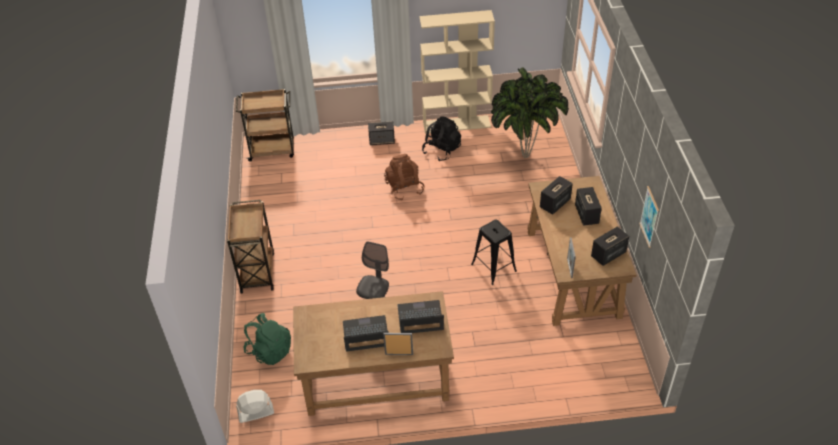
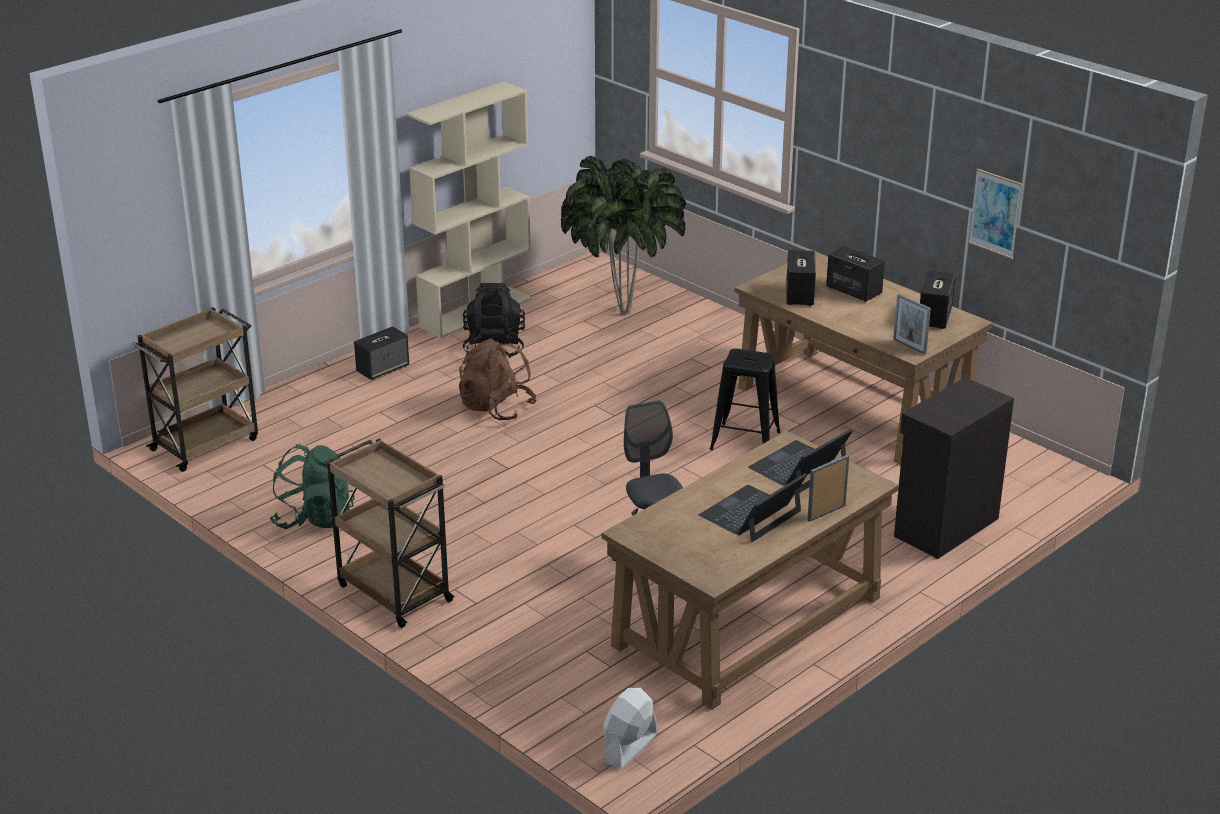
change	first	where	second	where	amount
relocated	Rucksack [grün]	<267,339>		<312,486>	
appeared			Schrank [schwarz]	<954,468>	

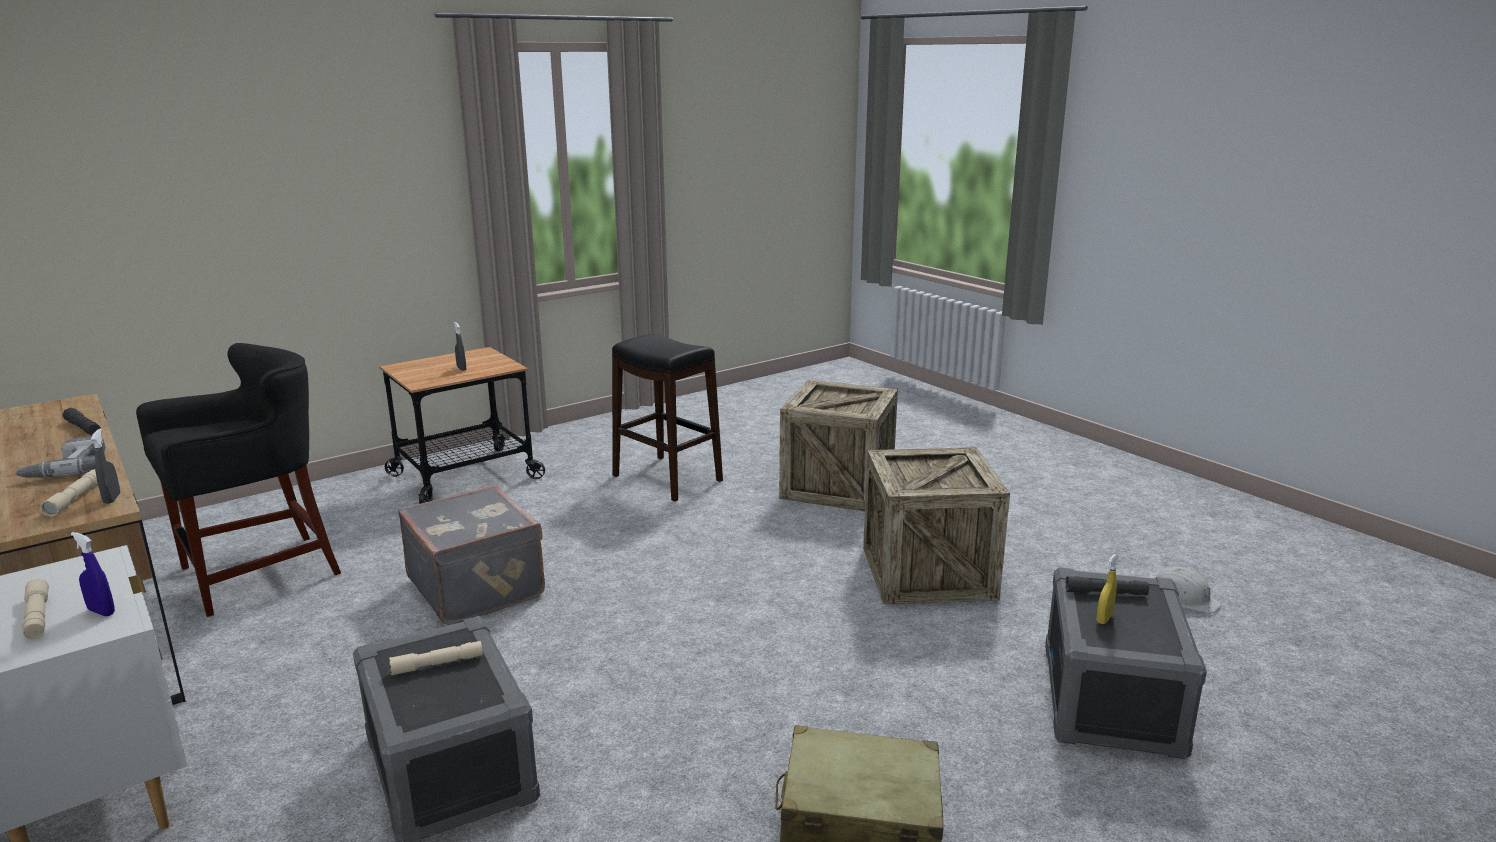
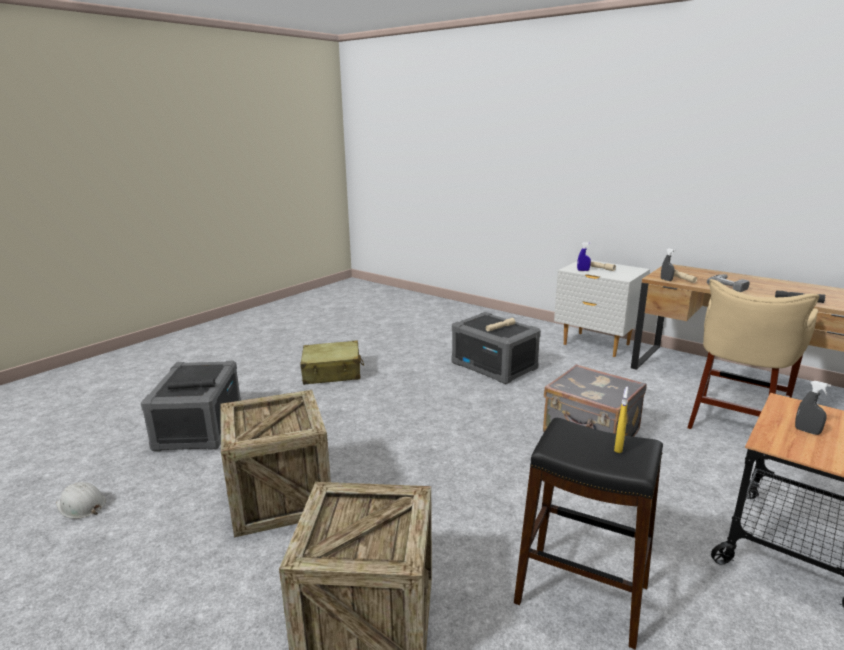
change	first	where	second	where	amount
colour	Hocker [schwarz]	<238,480>	Hocker [beige]	<753,354>	
relocated	Sprühflasche [gelb]	<1107,589>		<621,420>	

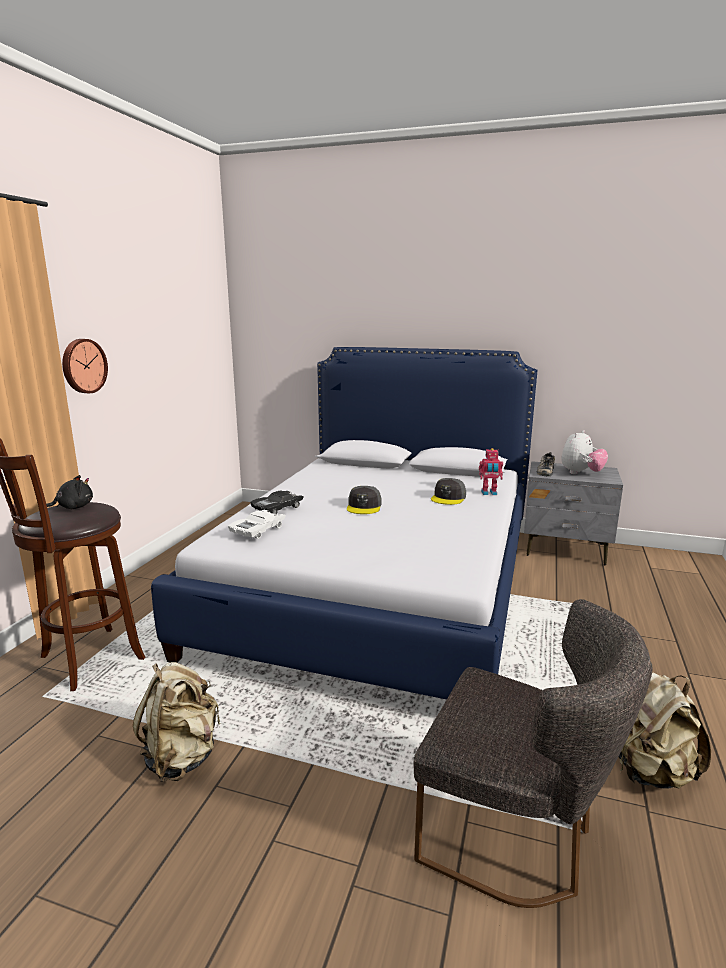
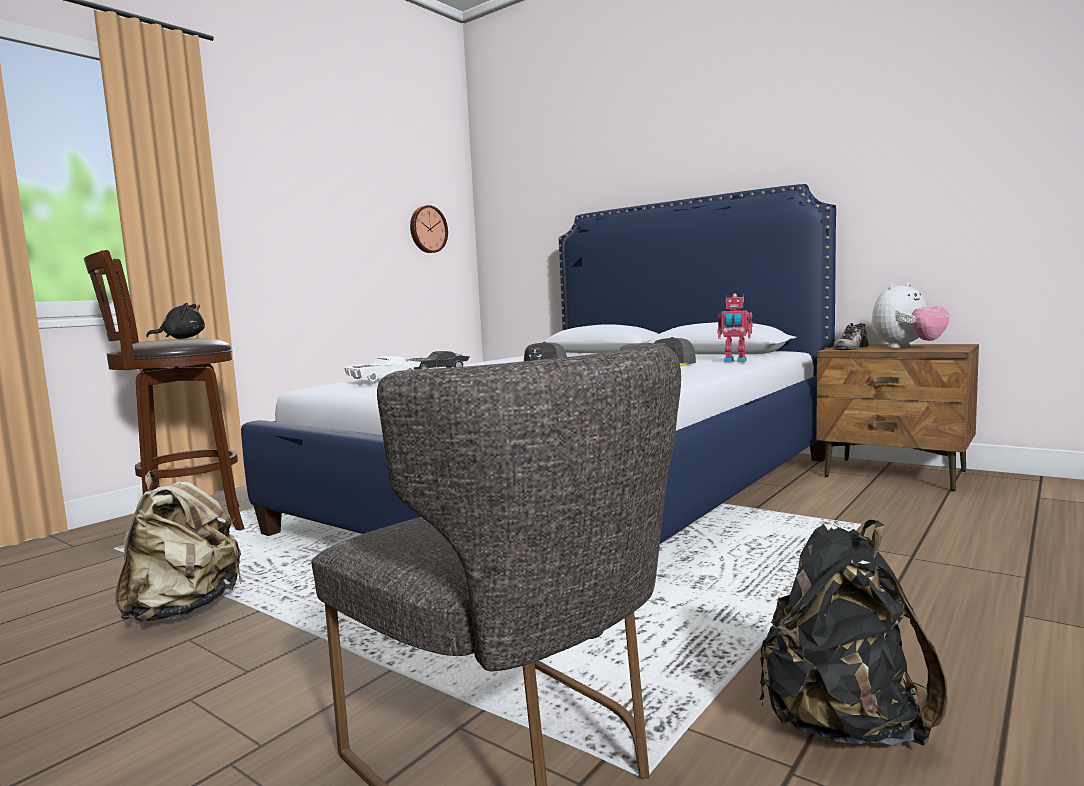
change	first	where	second	where	amount
relocated	Wanduhr	<85,366>		<429,229>	
colour	Nachttisch [grau]	<573,513>	Nachttisch [braun]	<897,417>	
colour	Rucksack [beige]	<665,731>	Rucksack [schwarz]	<853,633>	

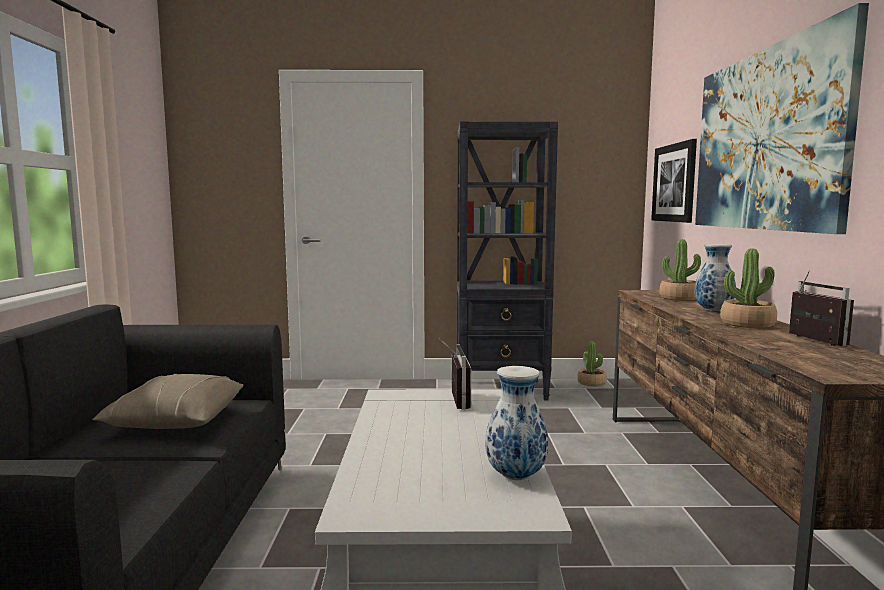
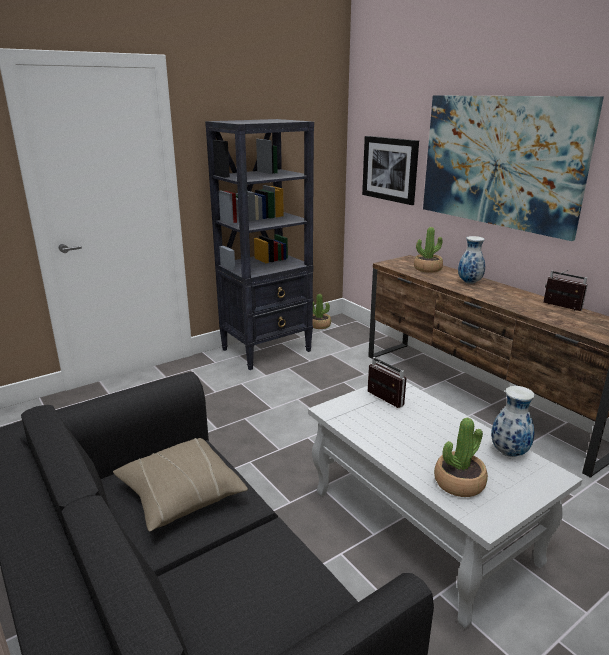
change	first	where	second	where	amount
relocated	Topfpflanze	<748,288>		<461,457>	

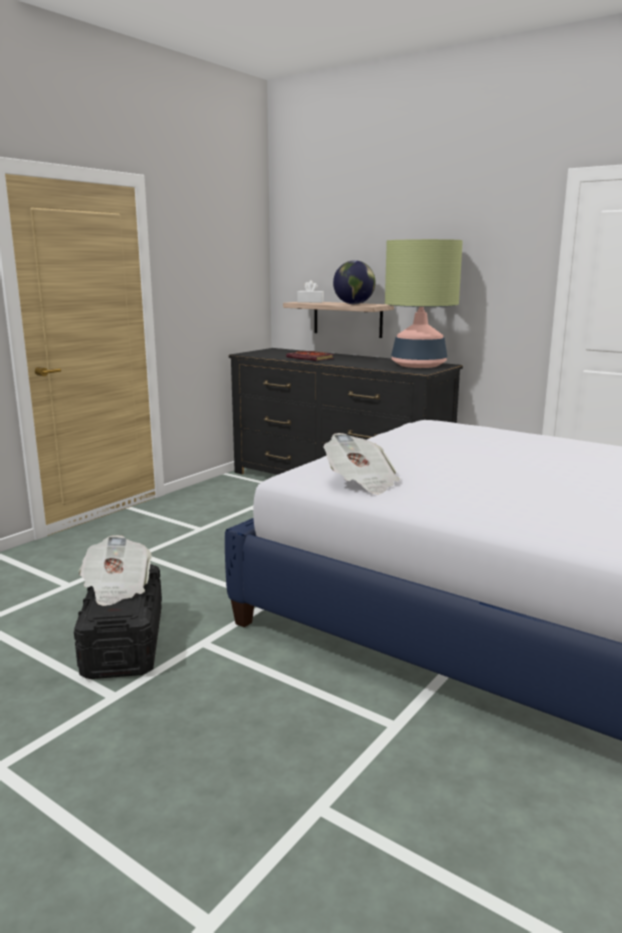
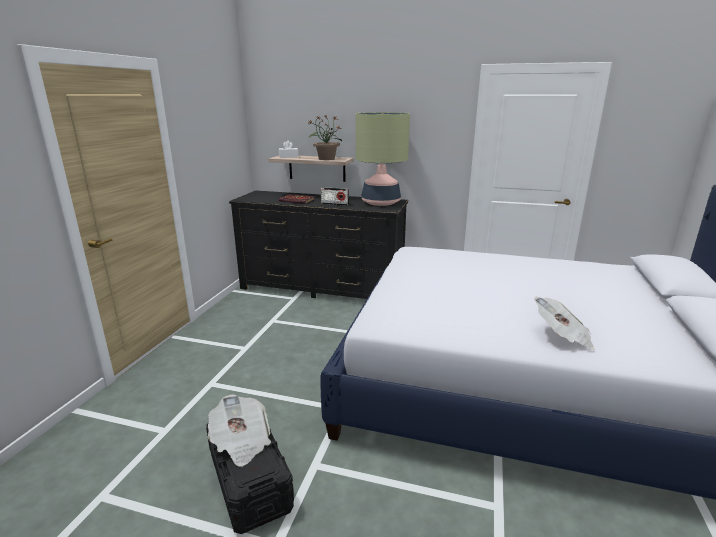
change	first	where	second	where	amount
exchanged	Globus	<354,282>	Topfpflanze	<325,138>	
relocated	Zeitung	<362,464>		<564,323>	
appeared			Radio	<335,196>	

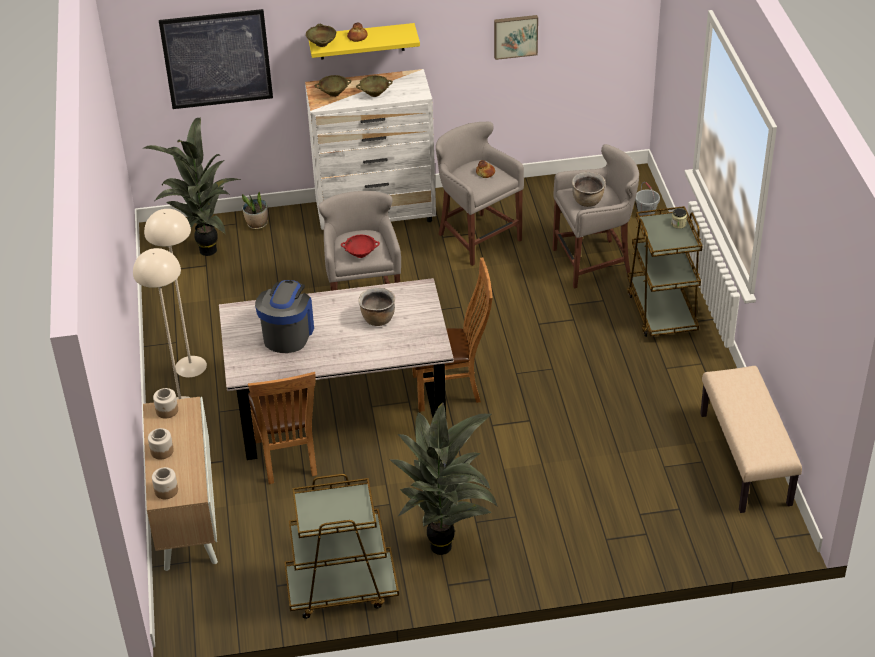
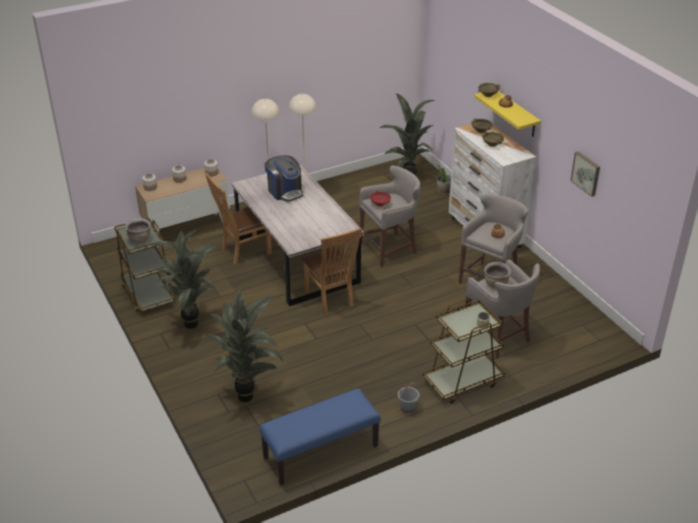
change	first	where	second	where	amount
missing	Bild	<216,59>			
relocated	Eimer [grau]	<647,199>		<408,398>	
spun	Kaffeemaschine	<284,316>		<284,178>	60 degrees clockwise
relocated	Kochtopf [braun]	<376,307>		<138,231>	
colour	Bank [beige]	<751,439>	Bank [blau]	<320,436>	
appeared			Topfpflanze	<244,345>	

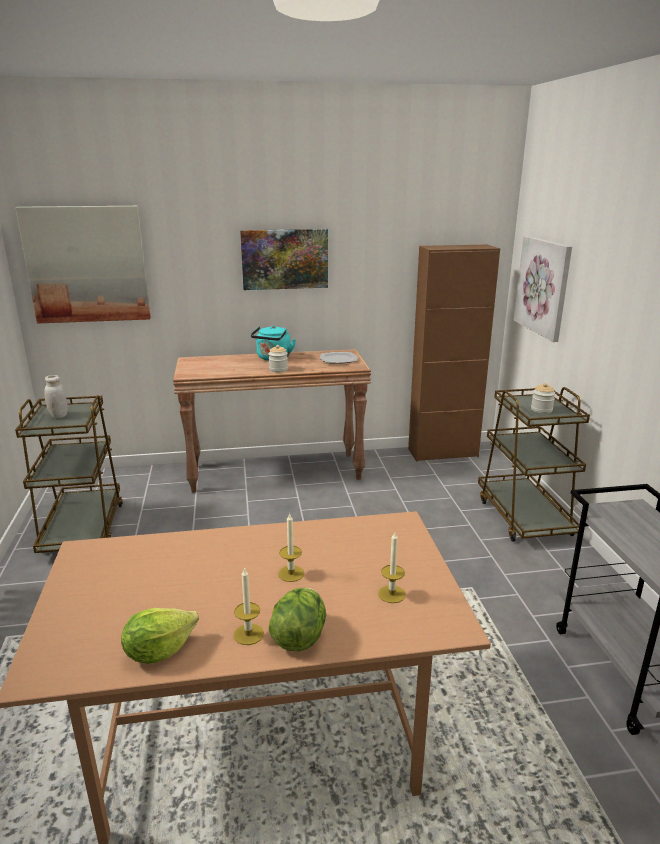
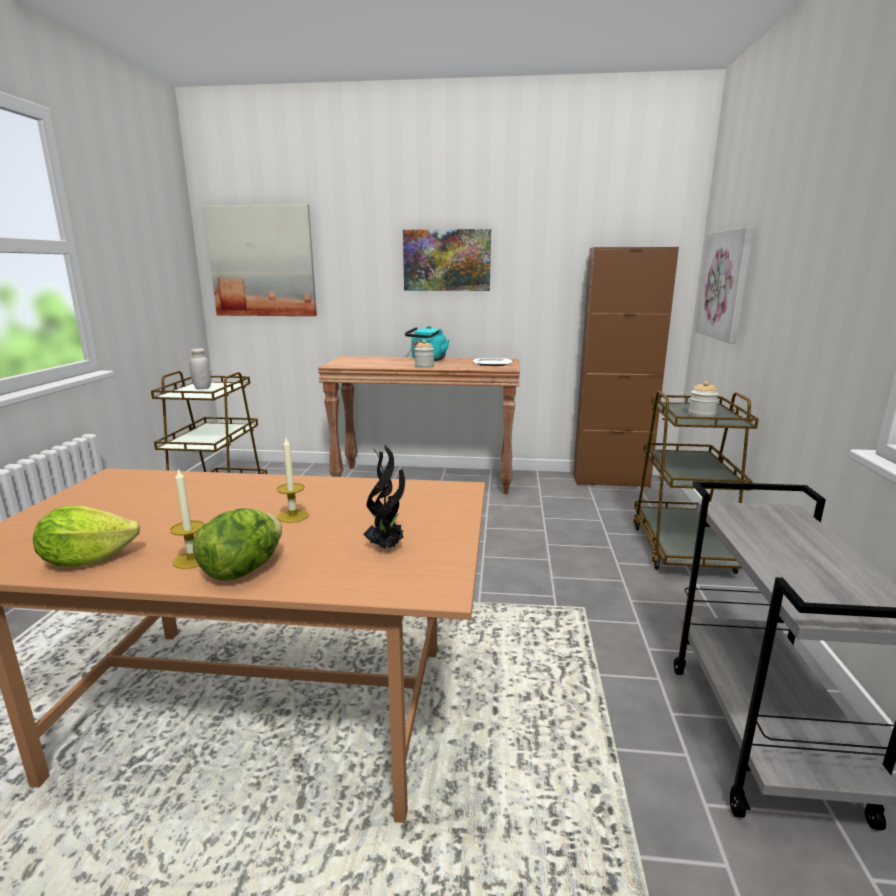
change	first	where	second	where	amount
exchanged	Kerze	<392,567>	Topfpflanze	<385,497>	

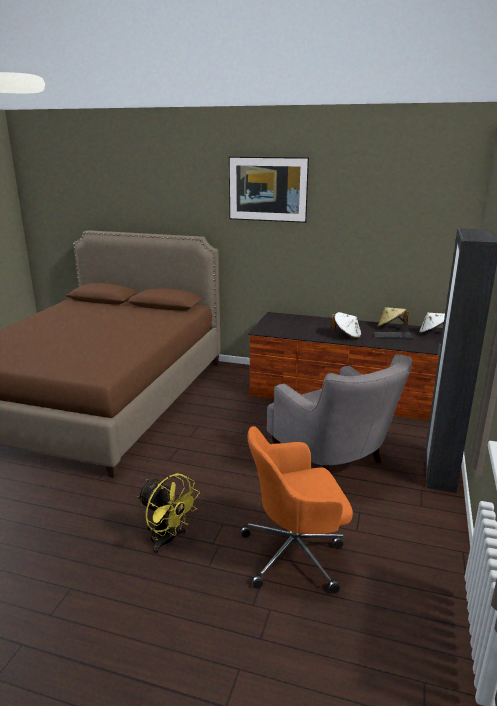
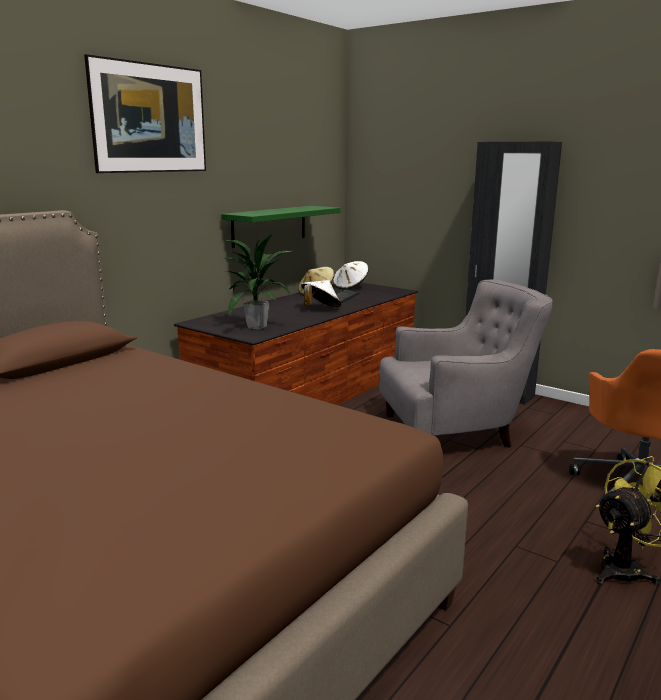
change	first	where	second	where	amount
appeared			Wandregal [grün]	<281,227>	
appeared			Topfpflanze	<255,281>	

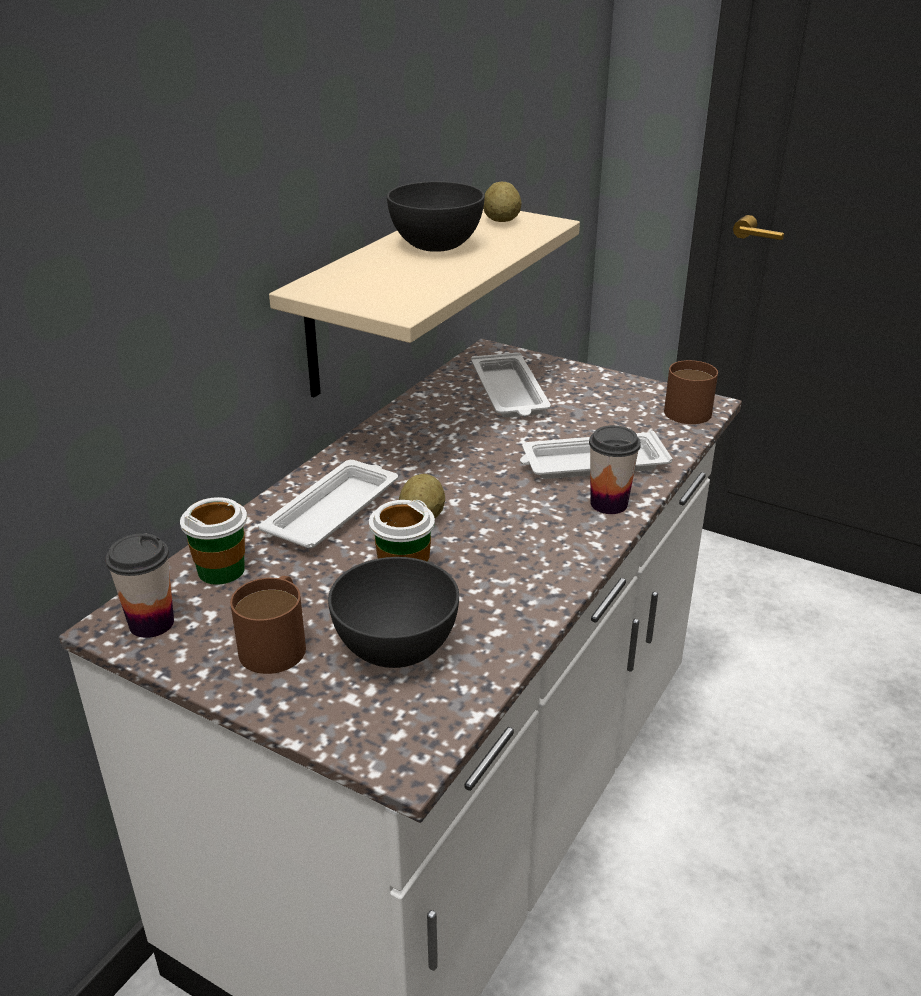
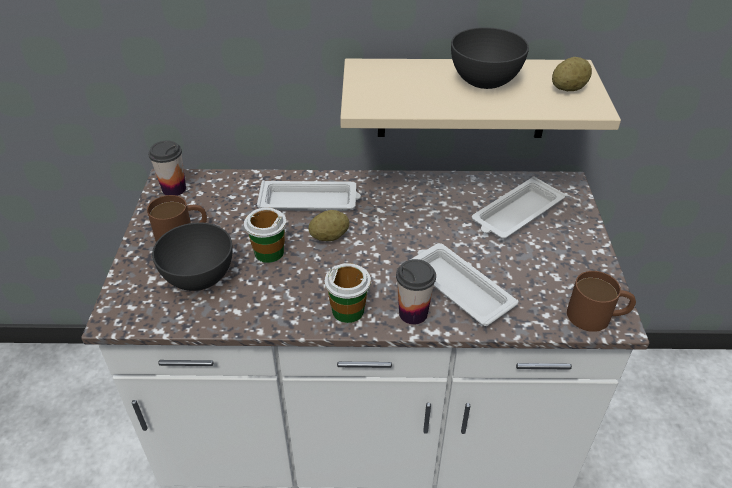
change	first	where	second	where	amount
relocated	Tasse	<213,541>		<348,293>	

